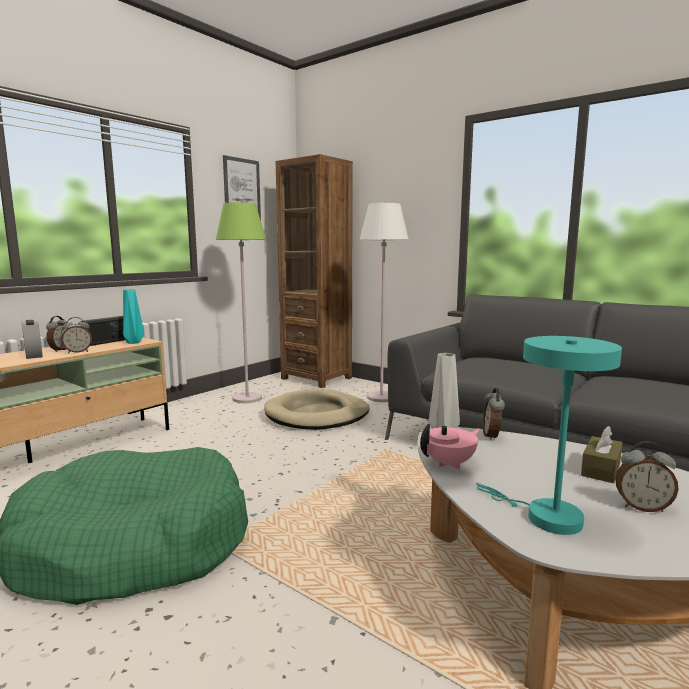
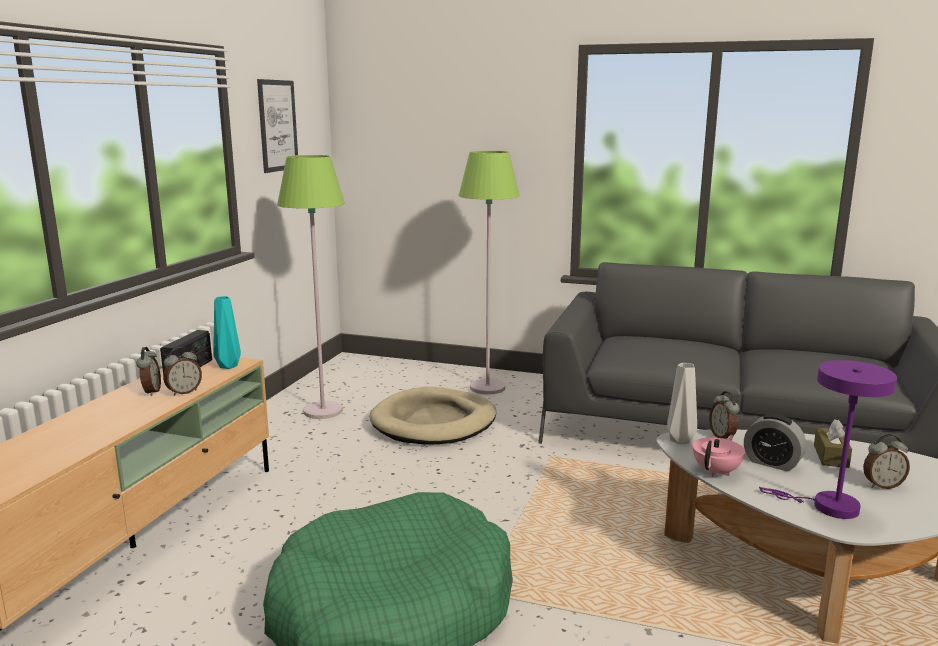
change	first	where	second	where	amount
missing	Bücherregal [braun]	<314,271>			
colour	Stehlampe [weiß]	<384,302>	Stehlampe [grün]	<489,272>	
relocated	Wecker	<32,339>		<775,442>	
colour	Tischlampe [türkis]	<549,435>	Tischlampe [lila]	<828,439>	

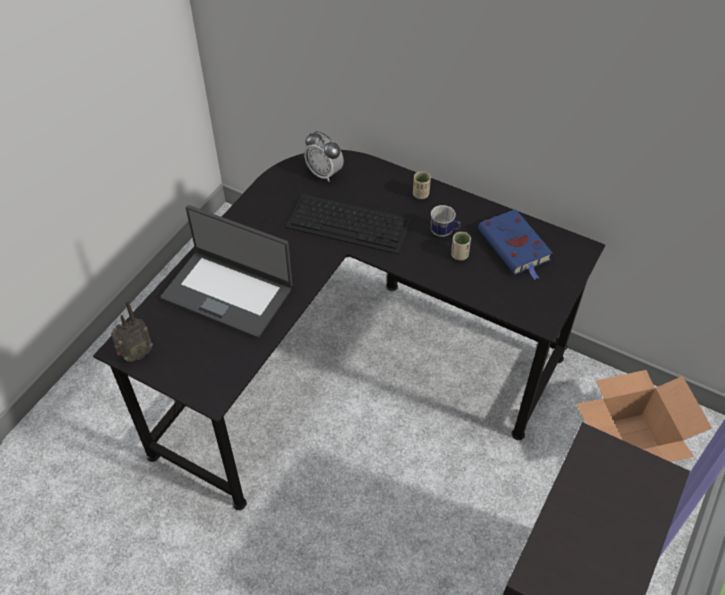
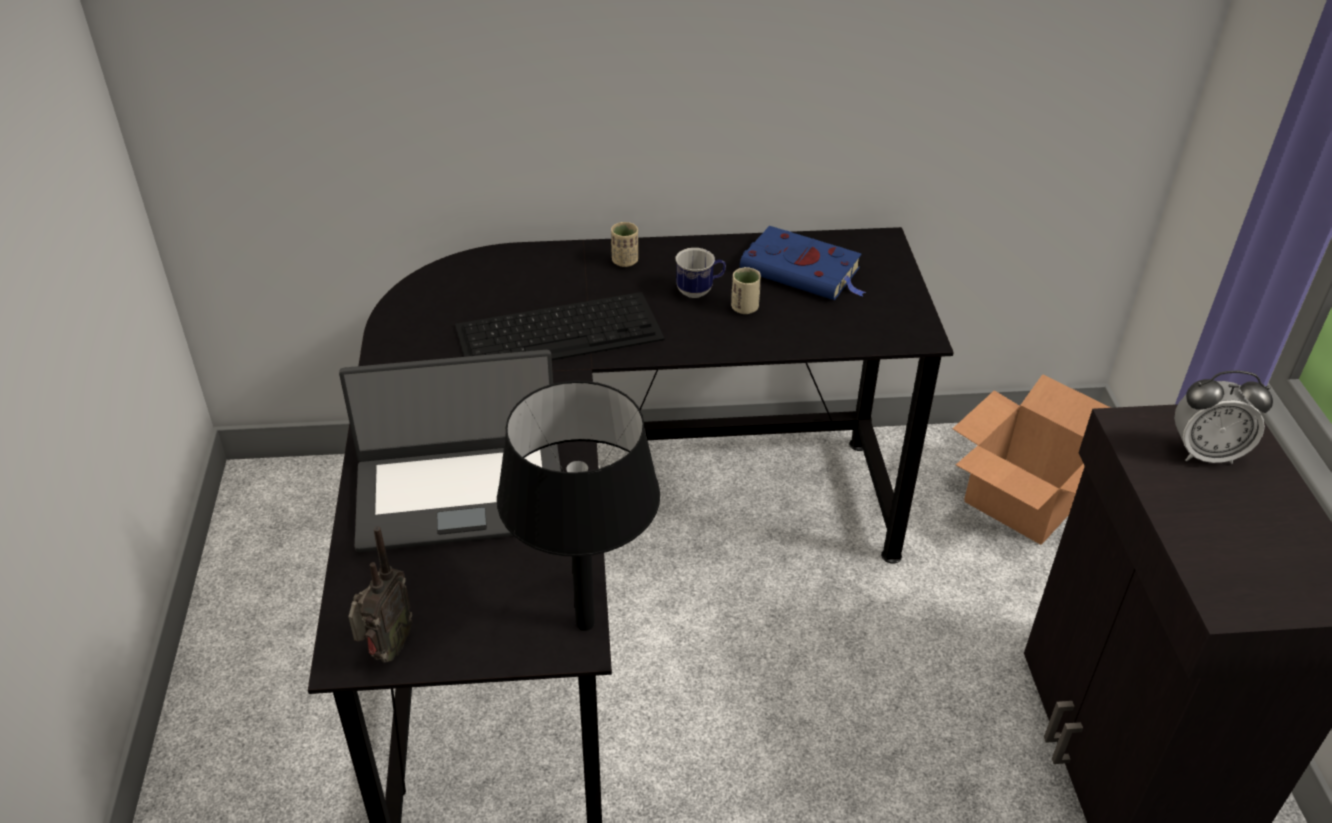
change	first	where	second	where	amount
relocated	Wecker	<324,156>		<1223,417>	
appeared			Tischlampe [schwarz]	<578,506>	

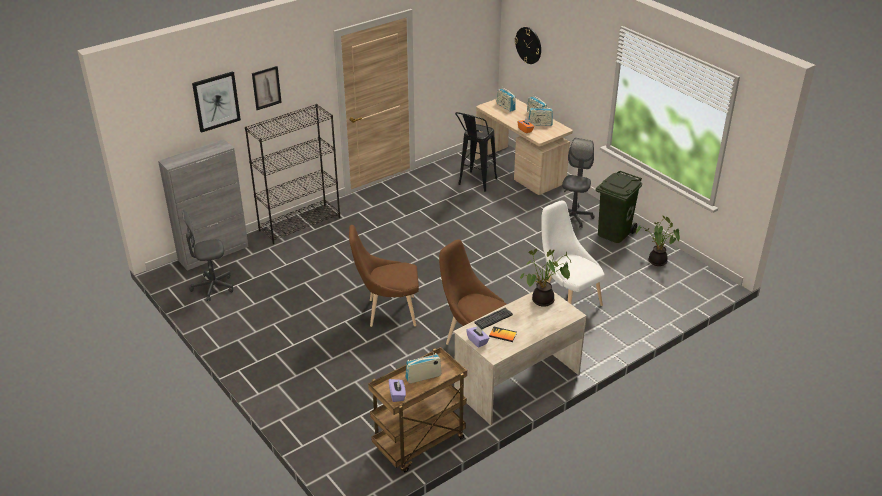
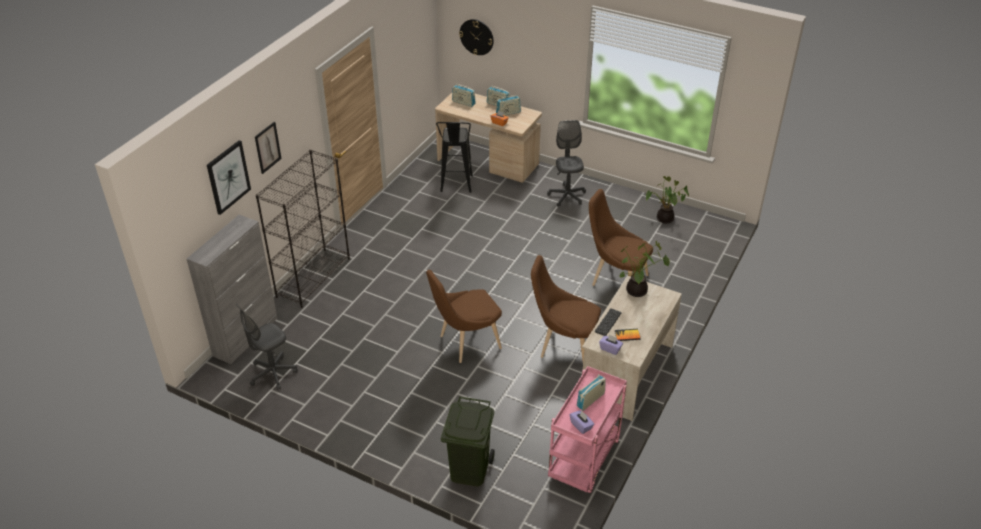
change	first	where	second	where	amount
relocated	Mülleimer [grün]	<619,207>		<468,441>	
colour	Stuhl [weiß]	<572,253>	Stuhl [braun]	<621,237>	
colour	Rollwagen [braun]	<417,409>	Rollwagen [rosa]	<587,429>	

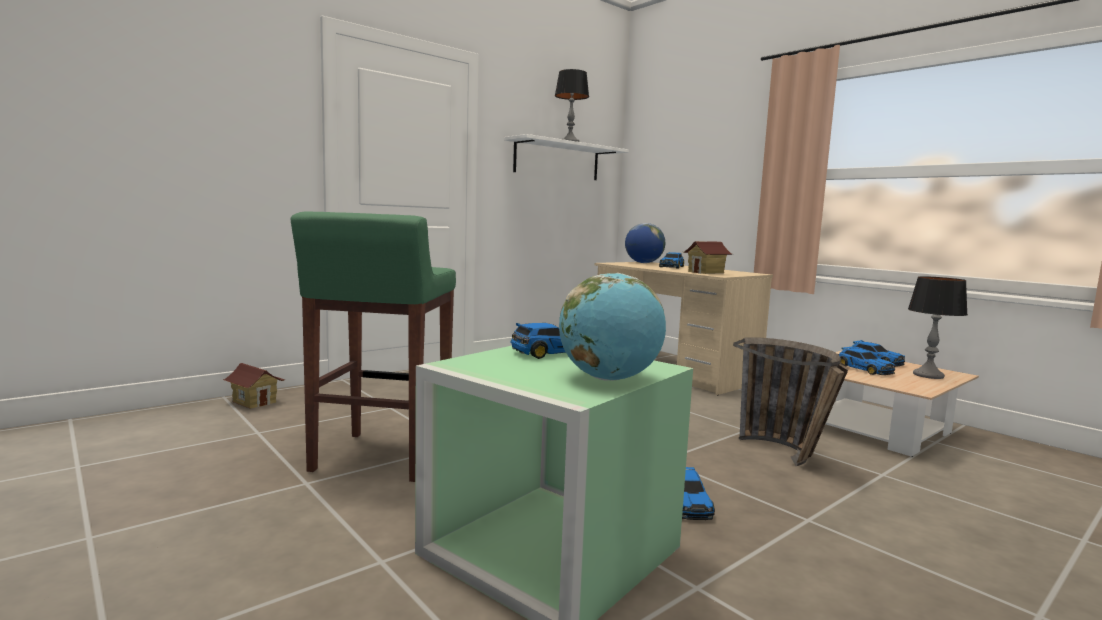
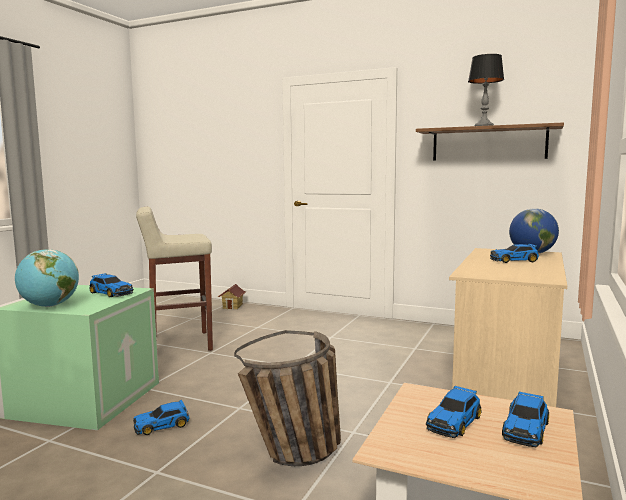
change	first	where	second	where	amount
colour	Wandregal [weiß]	<566,157>	Wandregal [braun]	<490,141>	
colour	Hocker [grün]	<373,346>	Hocker [beige]	<174,279>	
missing	Spielzeughaus	<707,257>			
missing	Tischlampe	<938,327>			

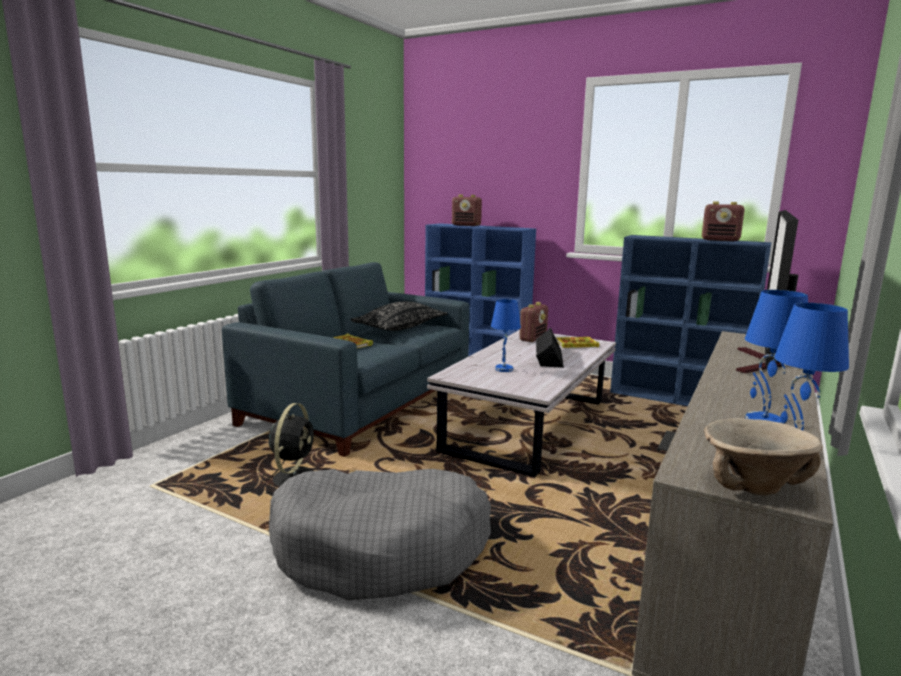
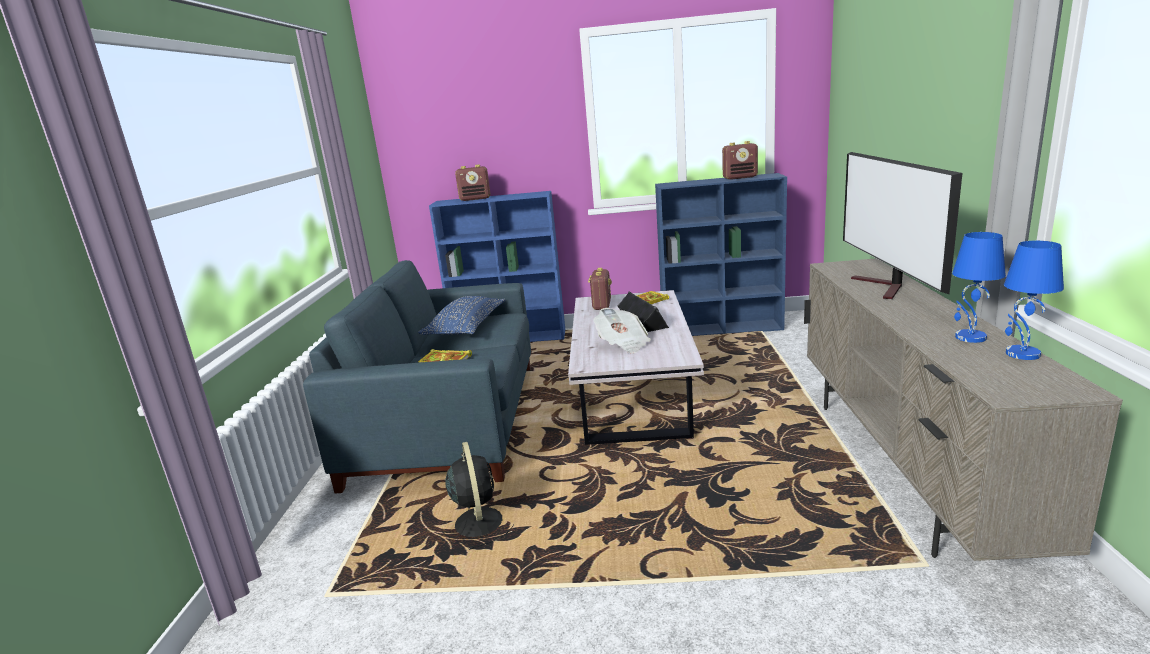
change	first	where	second	where	amount
exchanged	Tischlampe [blau]	<506,335>	Zeitung	<622,331>	
colour	Kissen [schwarz]	<399,316>	Kissen [blau]	<461,315>	
missing	Schüssel [beige]	<763,457>			
missing	Hundebett [grau]	<380,534>			

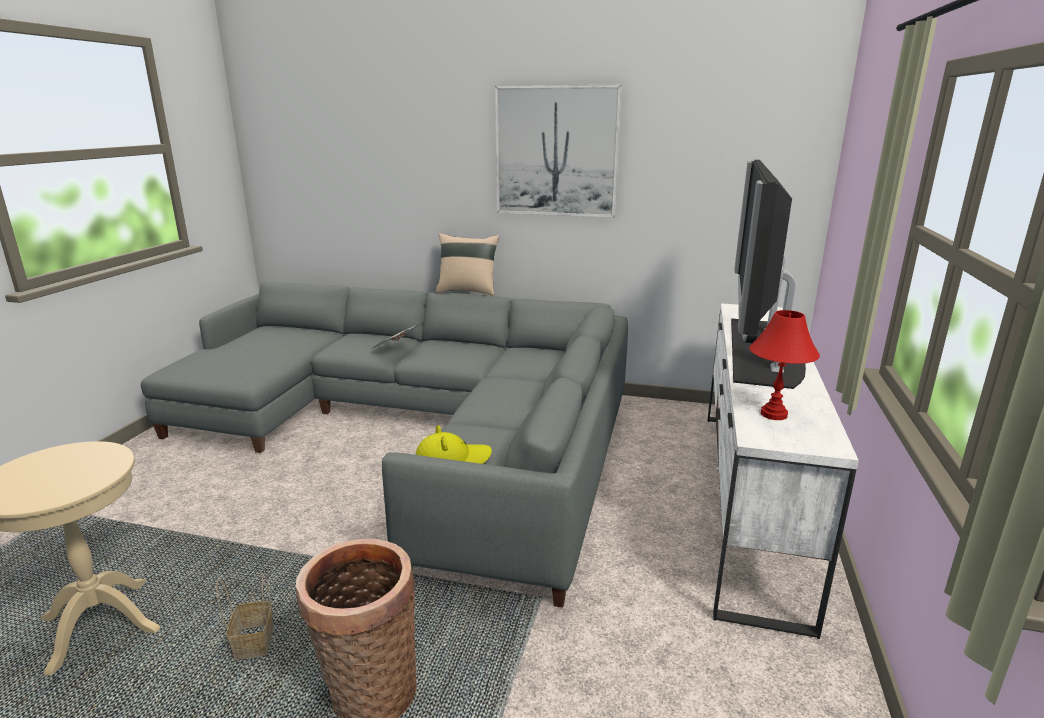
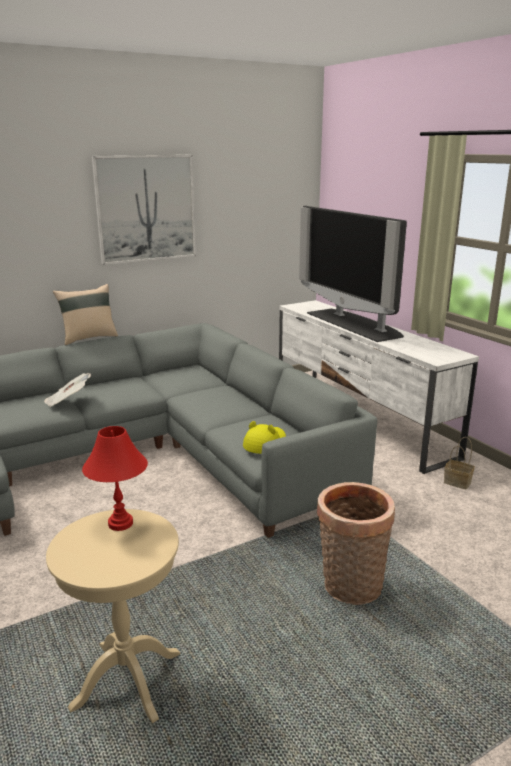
change	first	where	second	where	amount
relocated	Tischlampe [rot]	<784,365>		<115,478>	
relocated	Korb	<244,616>		<459,463>	

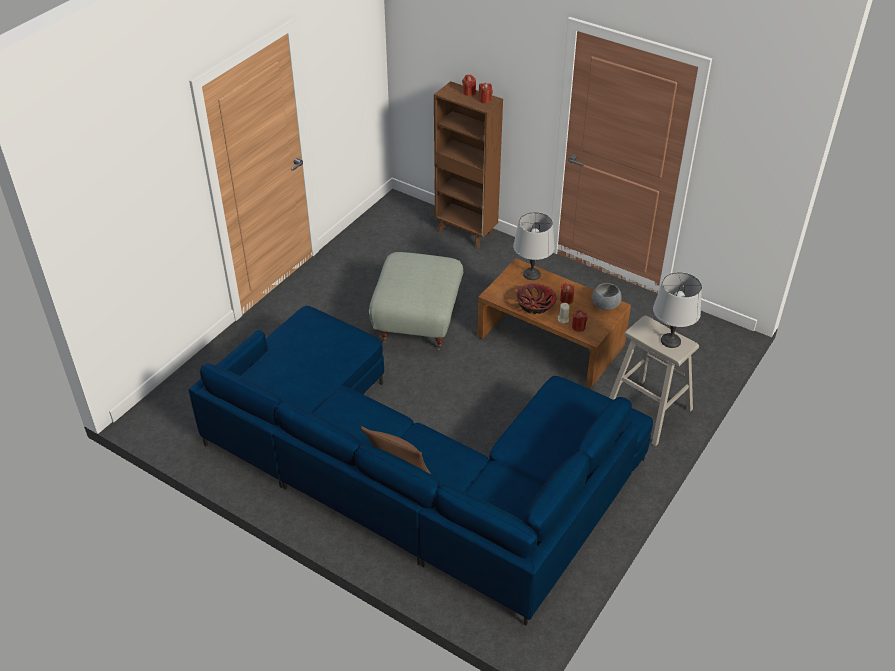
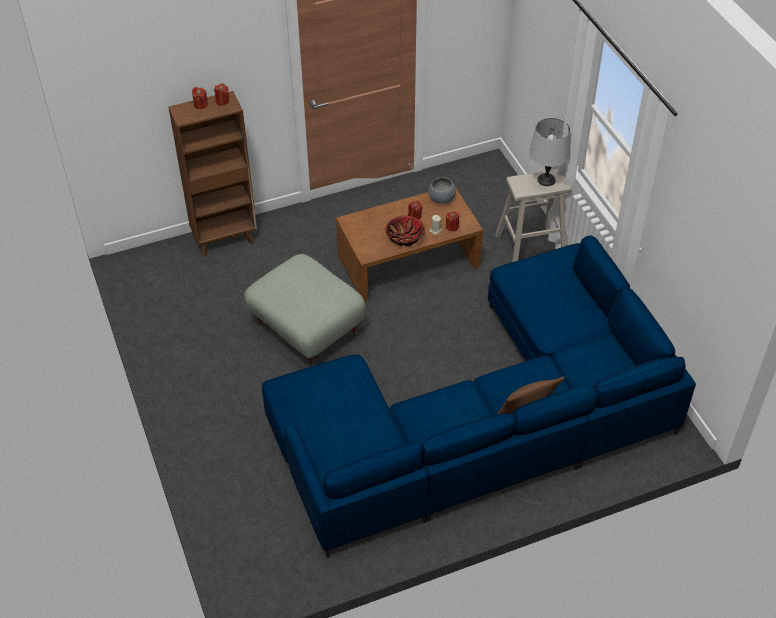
change	first	where	second	where	amount
missing	Tischlampe [grau]	<534,246>			

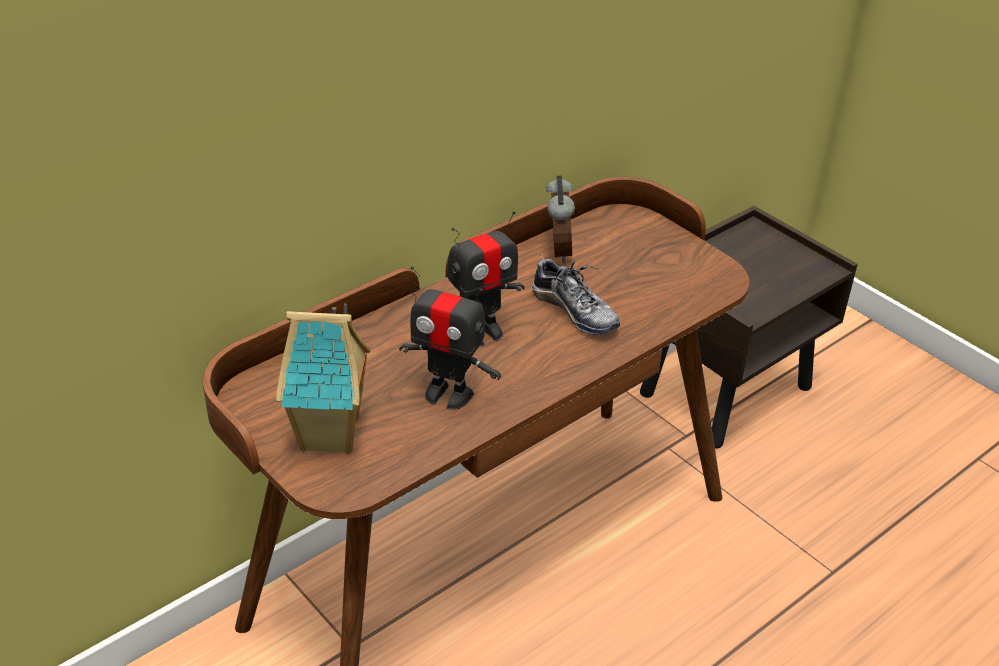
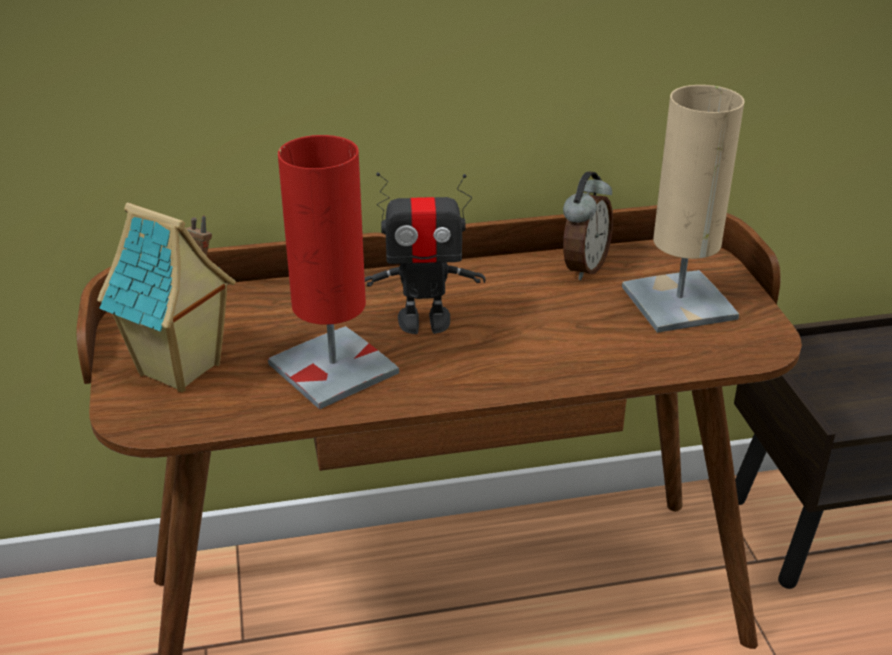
change	first	where	second	where	amount
missing	Schuh	<576,295>			
exchanged	Spielzeugroboter	<450,338>	Tischlampe [rot]	<333,272>	
appeared			Tischlampe [beige]	<683,209>	

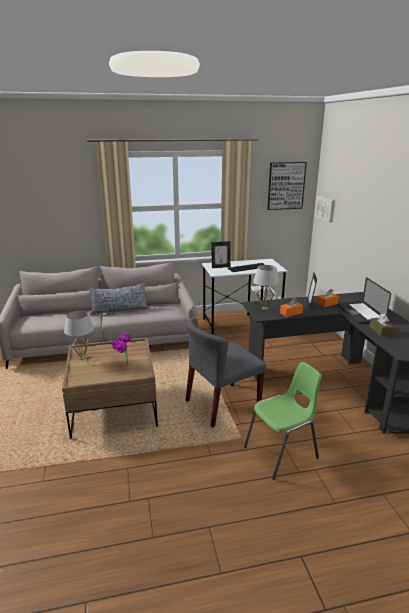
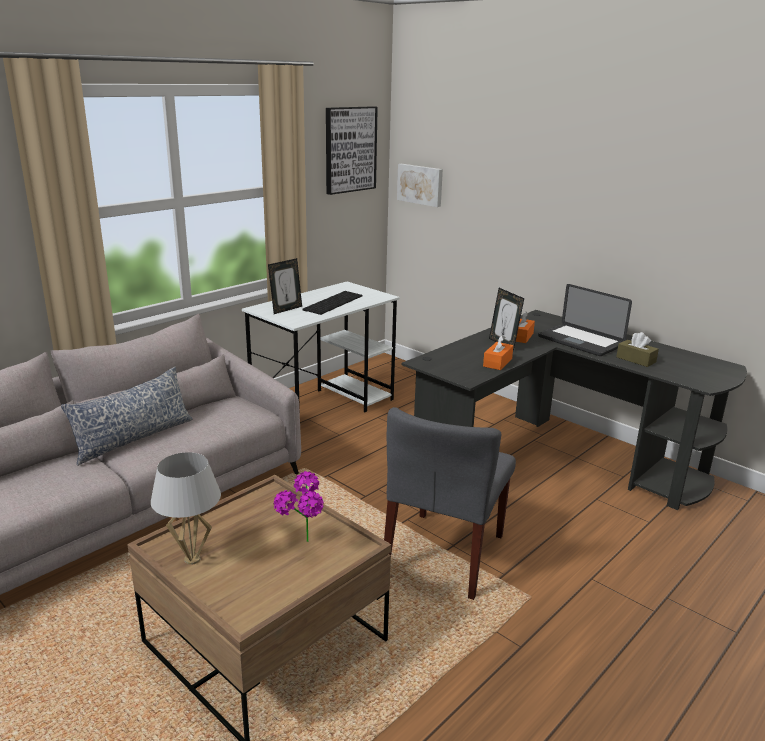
change	first	where	second	where	amount
missing	Tischlampe [weiß]	<266,287>			
missing	Stuhl [grün]	<283,421>			

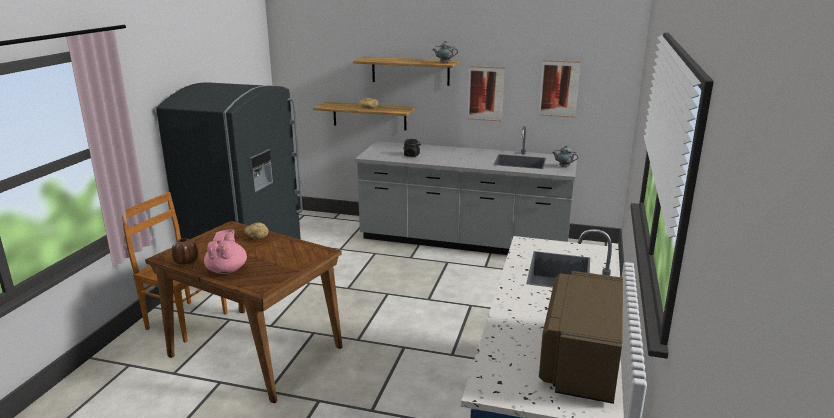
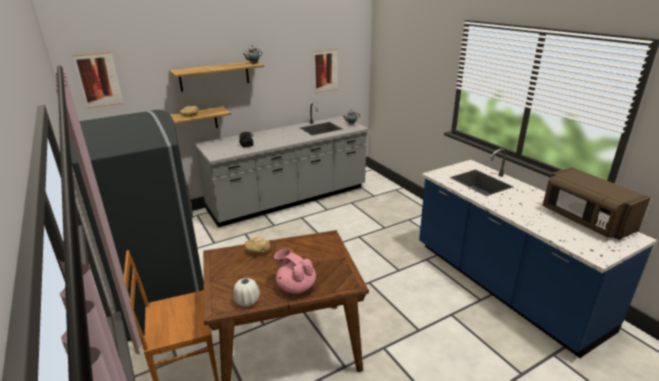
change	first	where	second	where	amount
relocated	Bild	<486,93>		<98,80>	
colour	Vase [braun]	<185,251>	Vase [weiß]	<247,292>	

